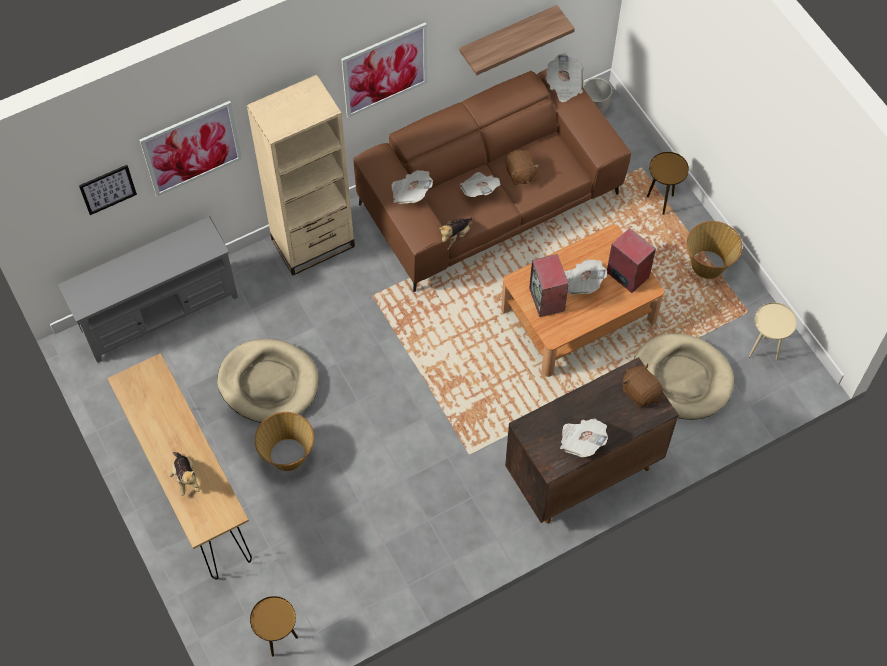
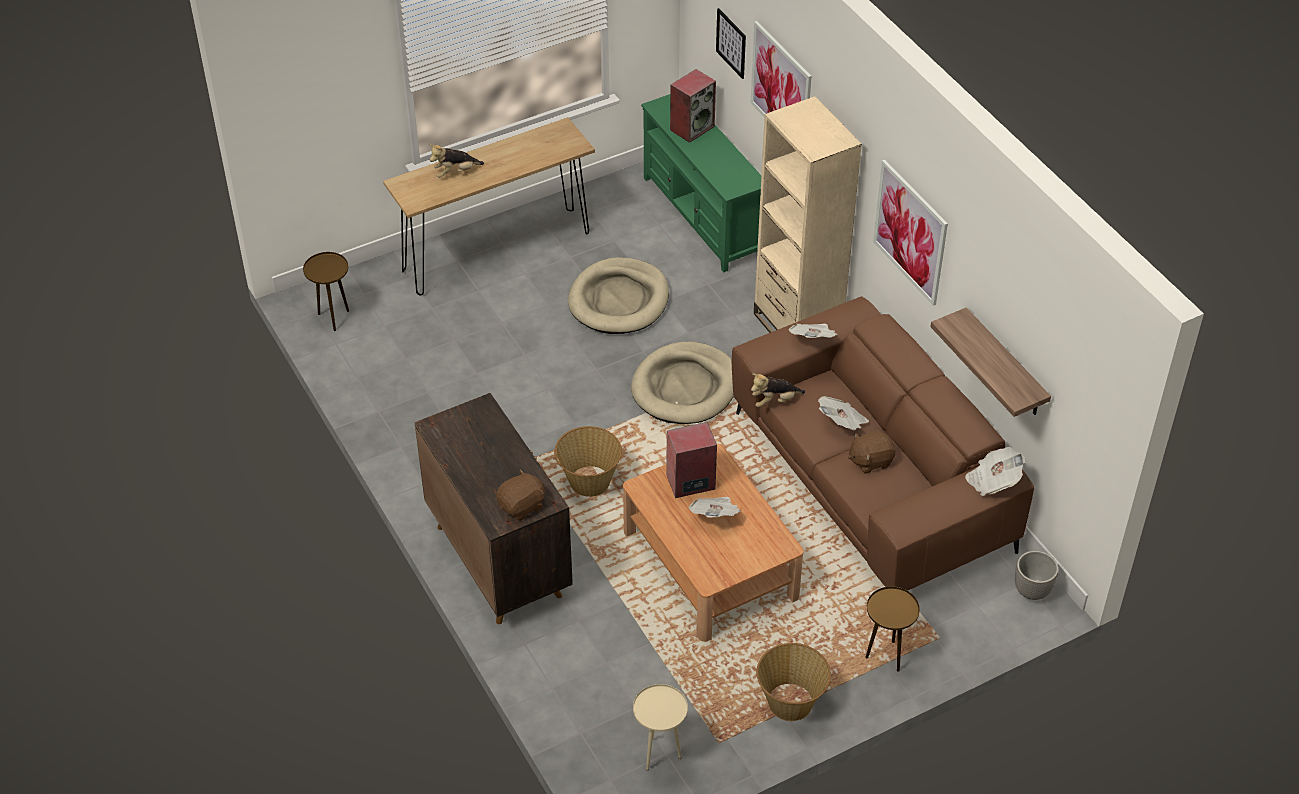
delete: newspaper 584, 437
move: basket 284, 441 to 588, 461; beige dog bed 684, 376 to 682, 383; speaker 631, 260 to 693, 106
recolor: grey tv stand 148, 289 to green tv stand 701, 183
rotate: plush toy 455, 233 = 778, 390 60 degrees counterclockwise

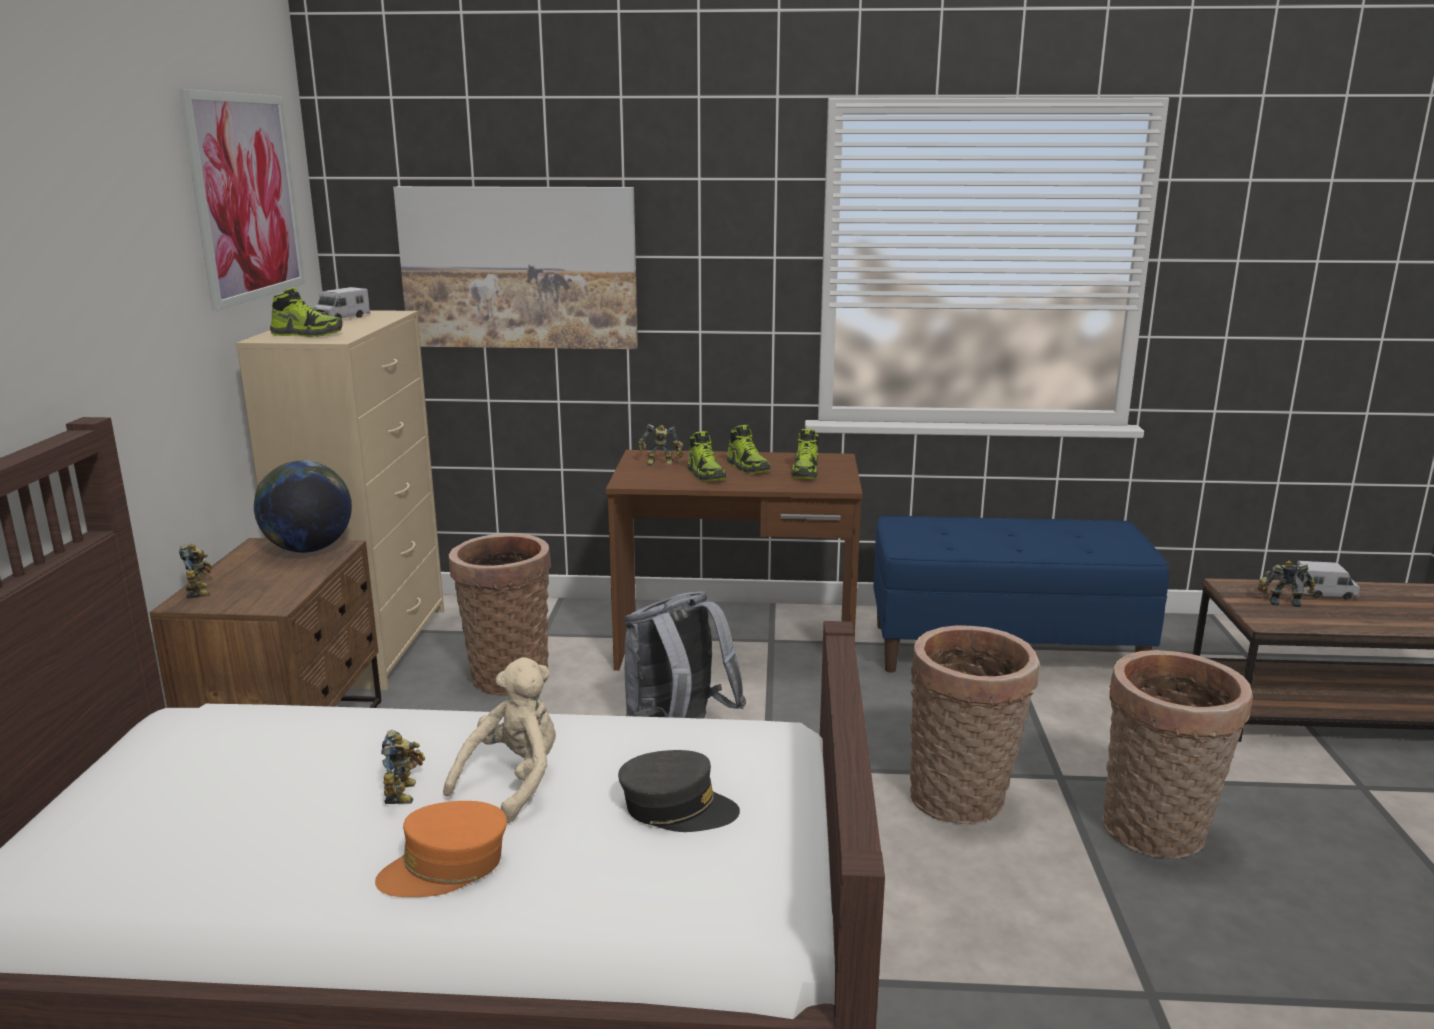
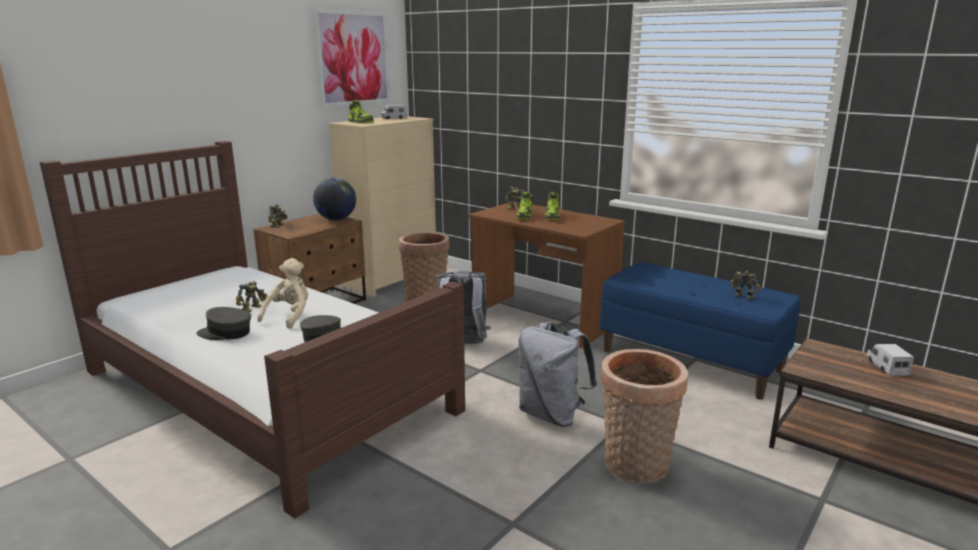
delete: picture 515, 267; shoe 805, 454
move: toy robot 1287, 584 to 745, 285
replace: basket 974, 724 to grey backpack 557, 374
recolor: orange cap 441, 849 to grey cap 224, 323
rotate: beige plush toy 499, 740 = 282, 293 45 degrees counterclockwise; toy truck 1327, 580 = 890, 360 135 degrees counterclockwise

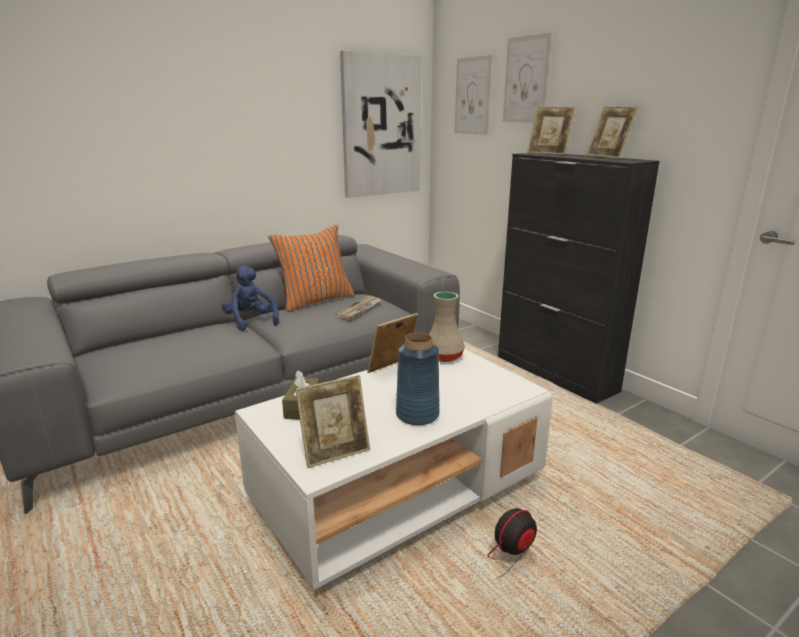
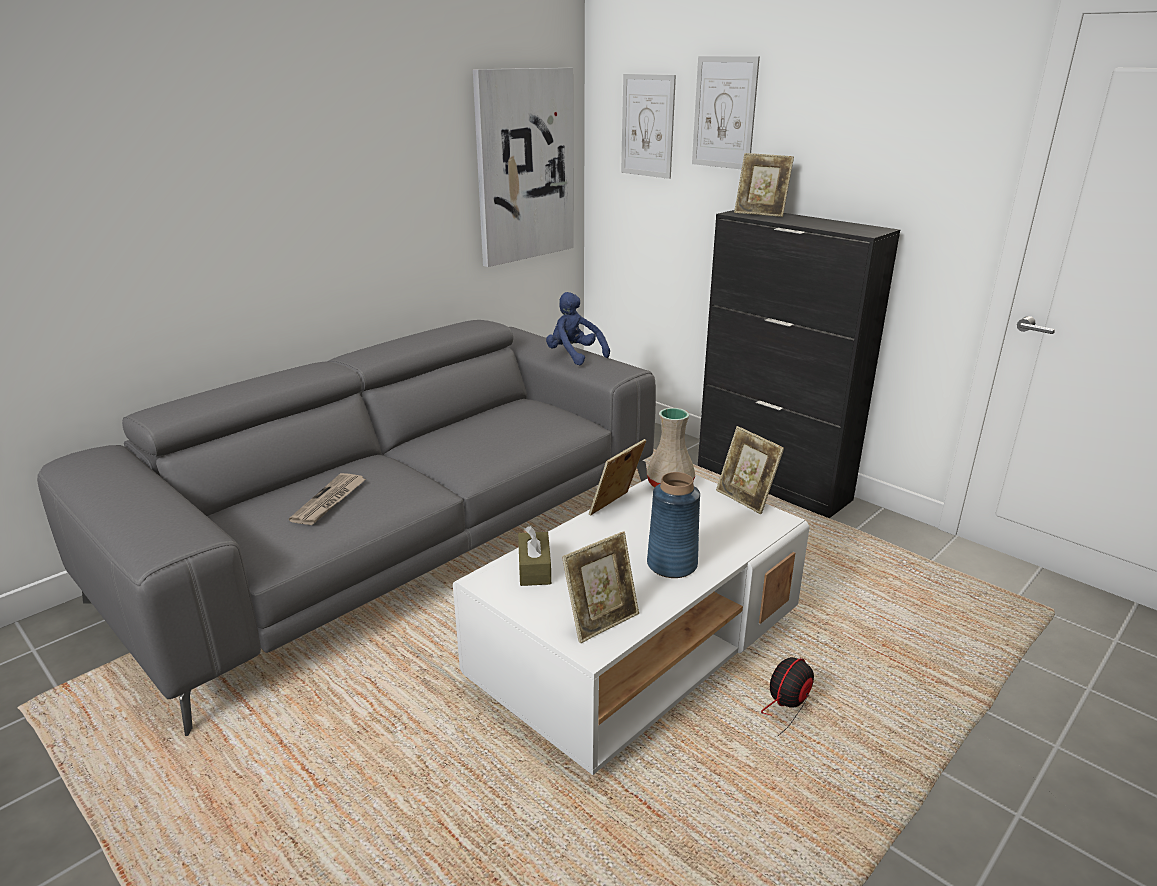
delete: orange pillow 311, 268
move: newspaper 358, 308 to 327, 499; blue plush toy 250, 298 to 578, 328; picture frame 612, 132 to 750, 470

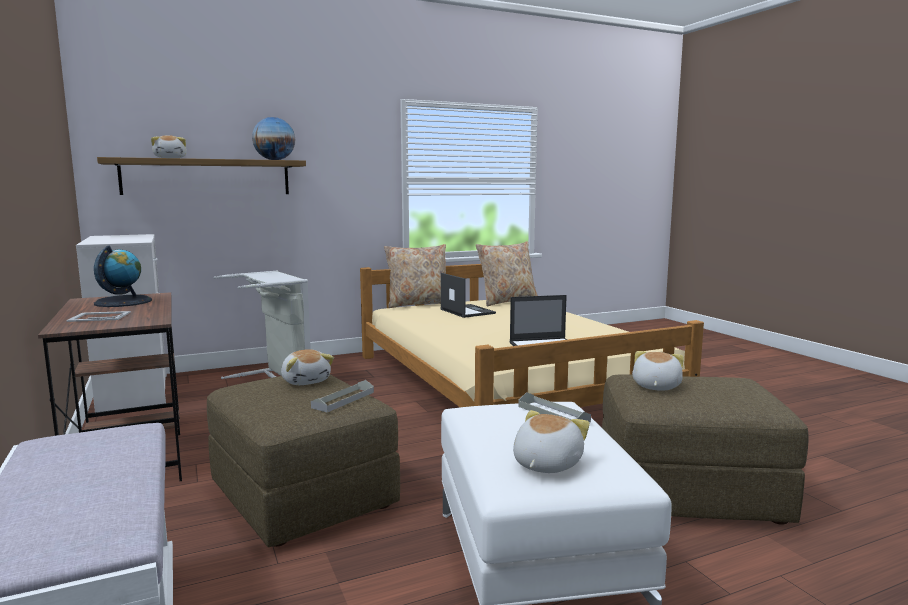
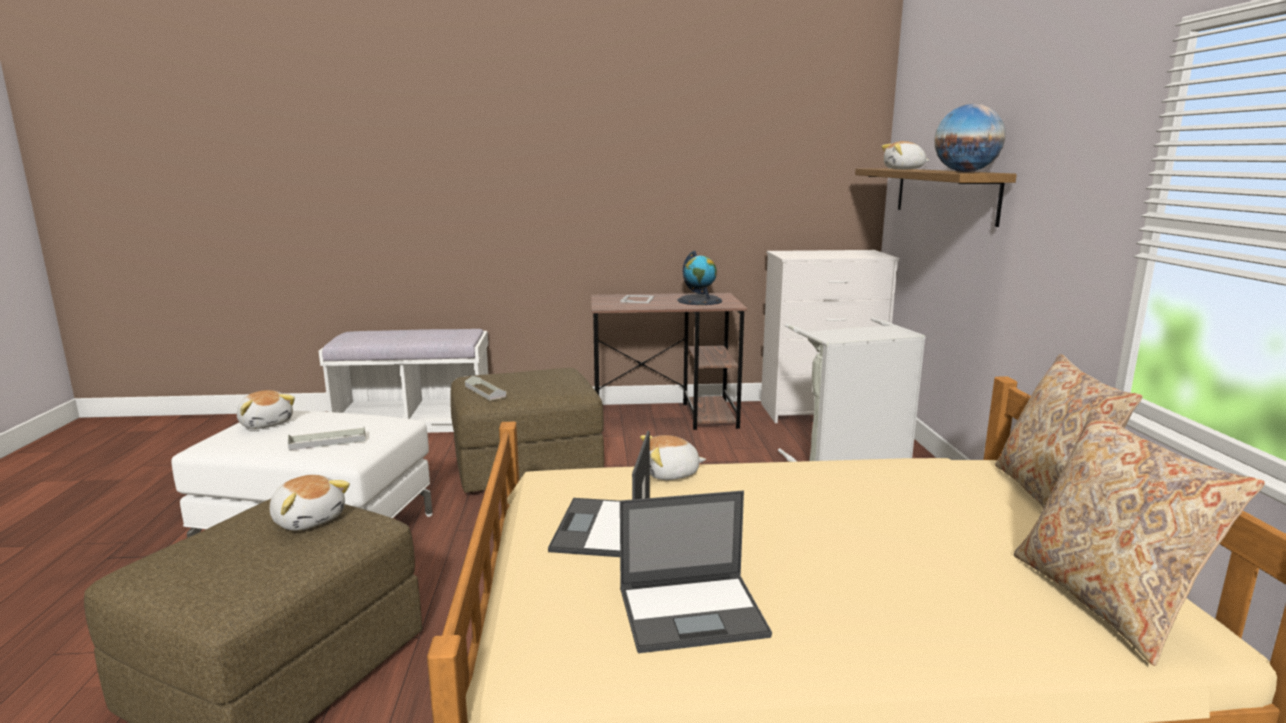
move: laptop 468, 295 to 696, 572; plush toy 307, 367 to 673, 457

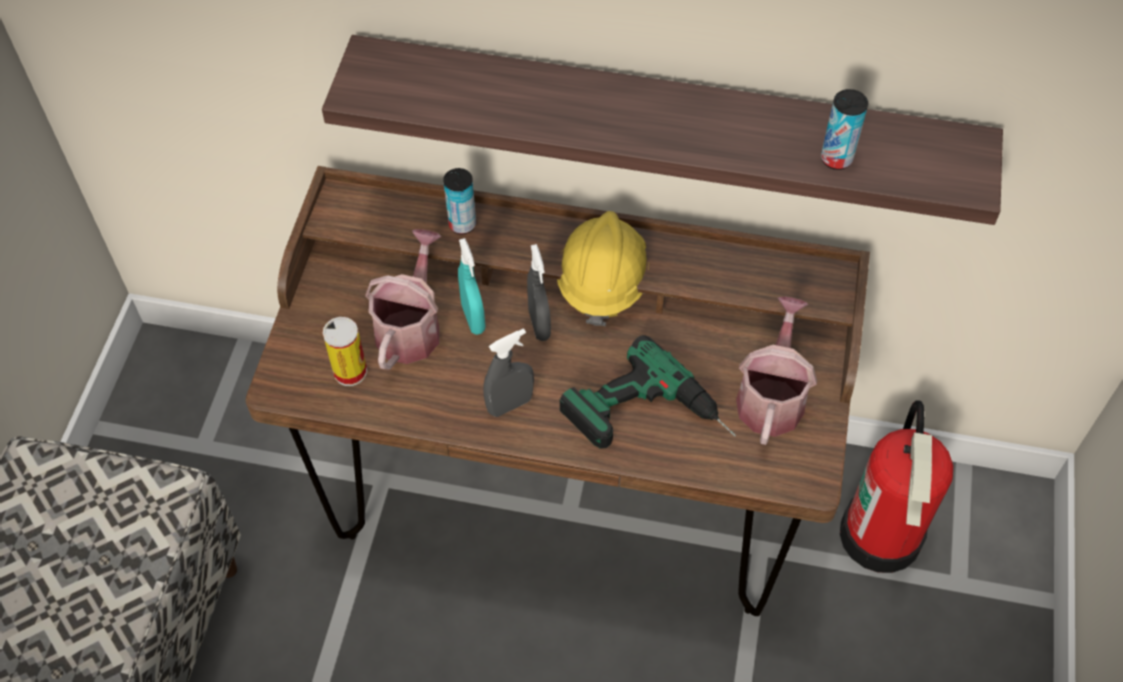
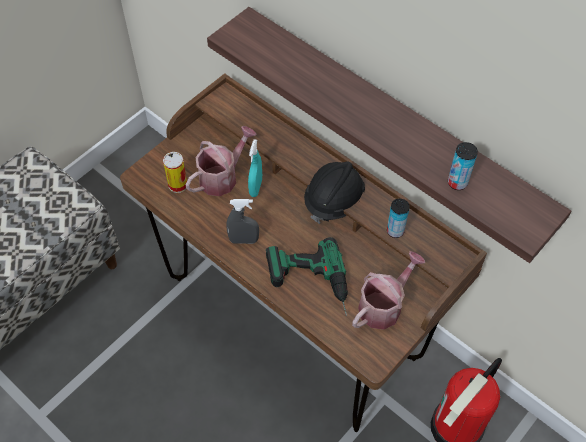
delete: grey spray bottle 539, 292
move: can 459, 201 to 398, 218
recolor: yellow hard hat 603, 268 to black hard hat 334, 192

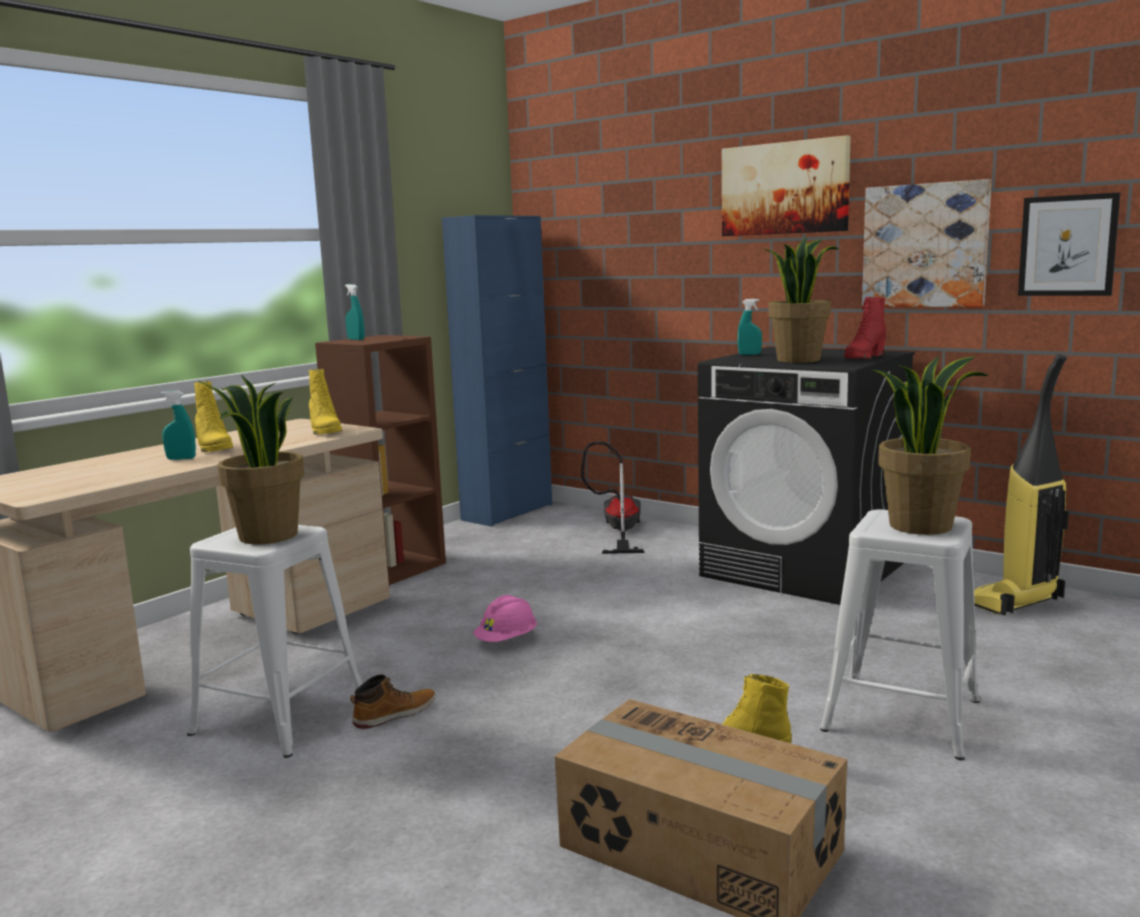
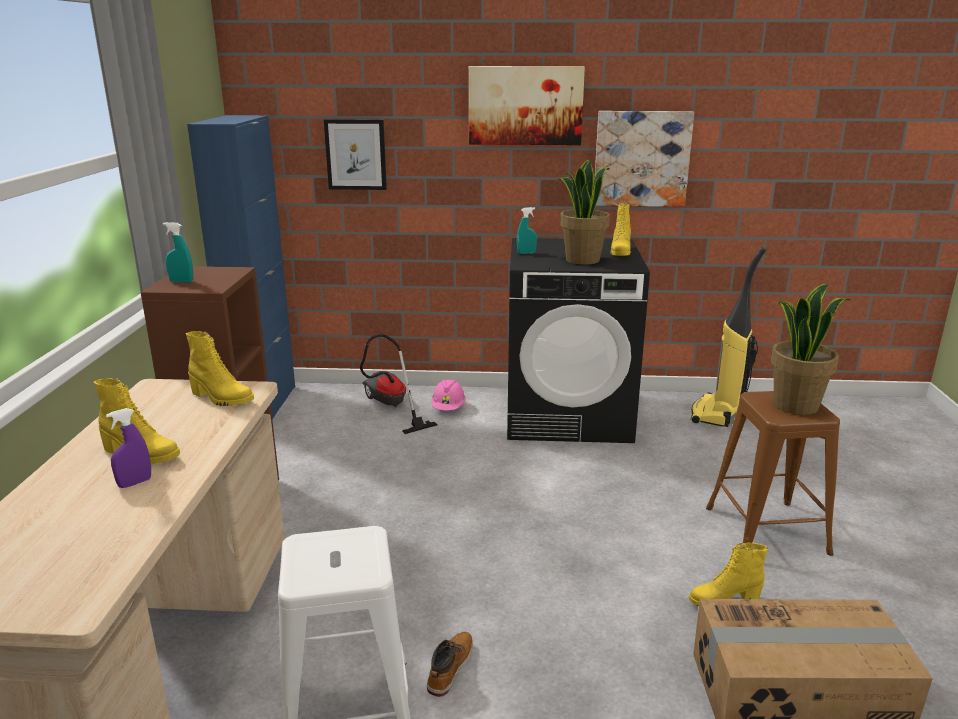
delete: potted plant 251, 459
move: picture 1069, 244 to 355, 154; pink hard hat 505, 618 to 449, 394
recolor: turquoise spray bottle 178, 425 to purple spray bottle 128, 448; red boot 865, 328 to yellow boot 621, 229; white stool 900, 634 to brown stool 773, 473

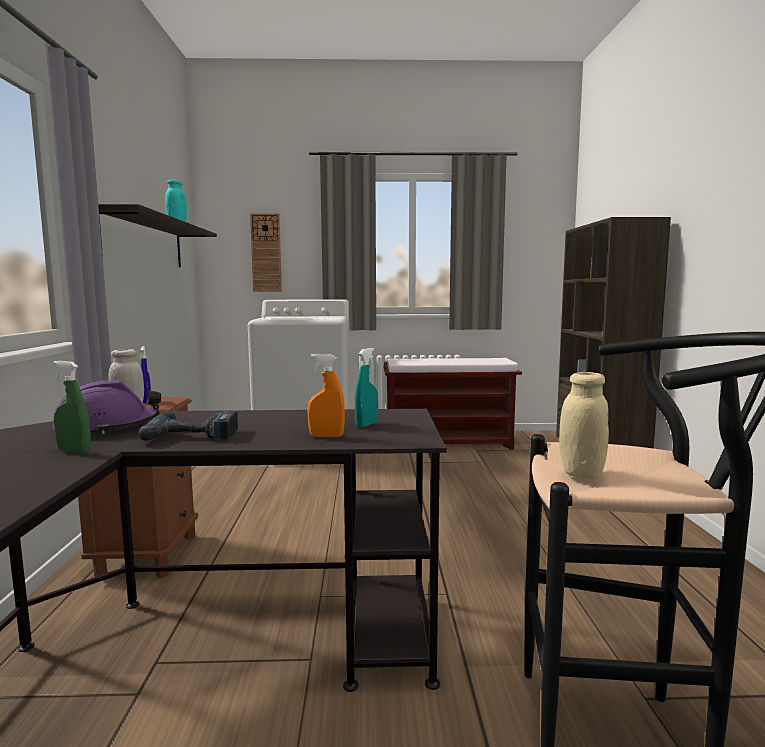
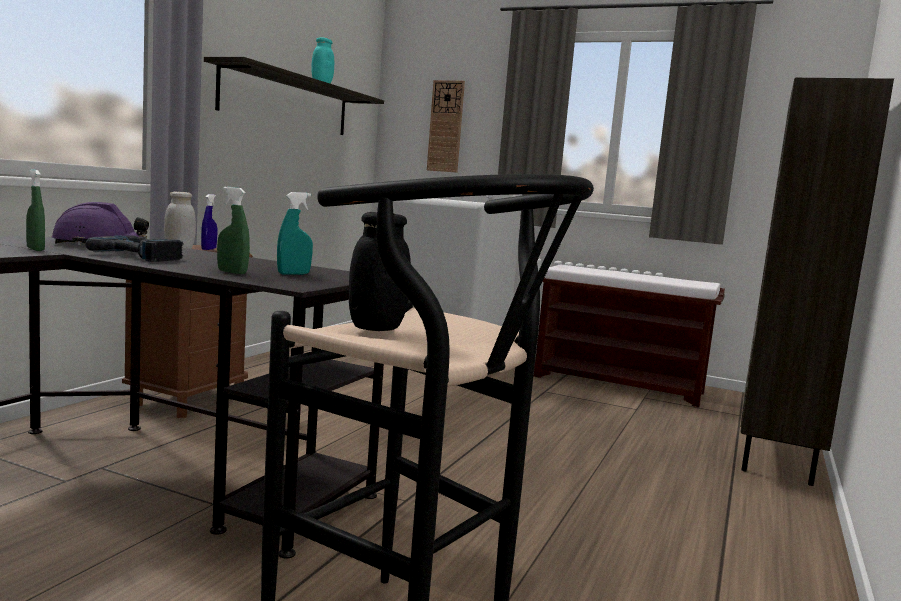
recolor: orange spray bottle 326, 395 to green spray bottle 233, 230; beige jar 584, 425 to black jar 380, 271

